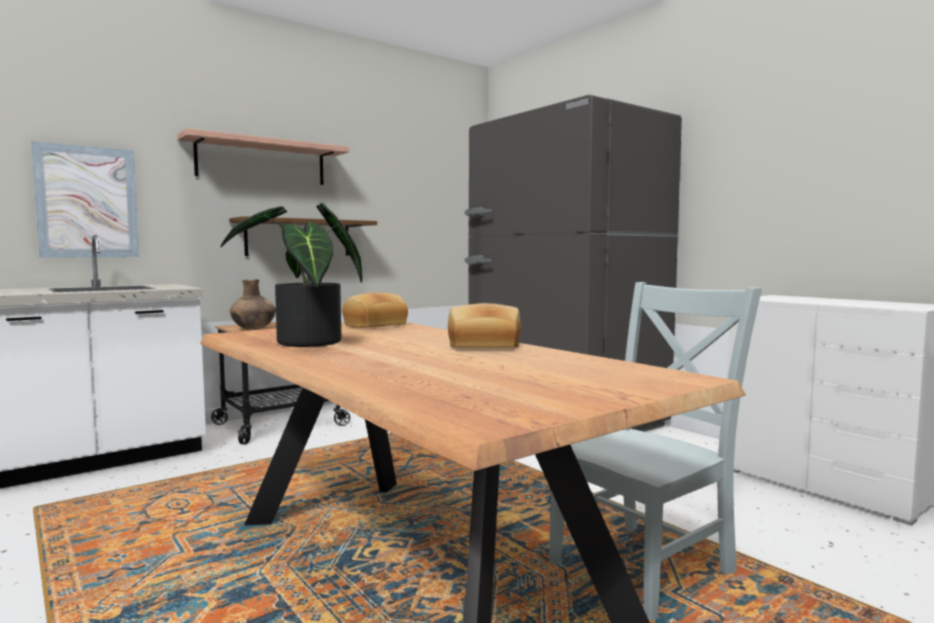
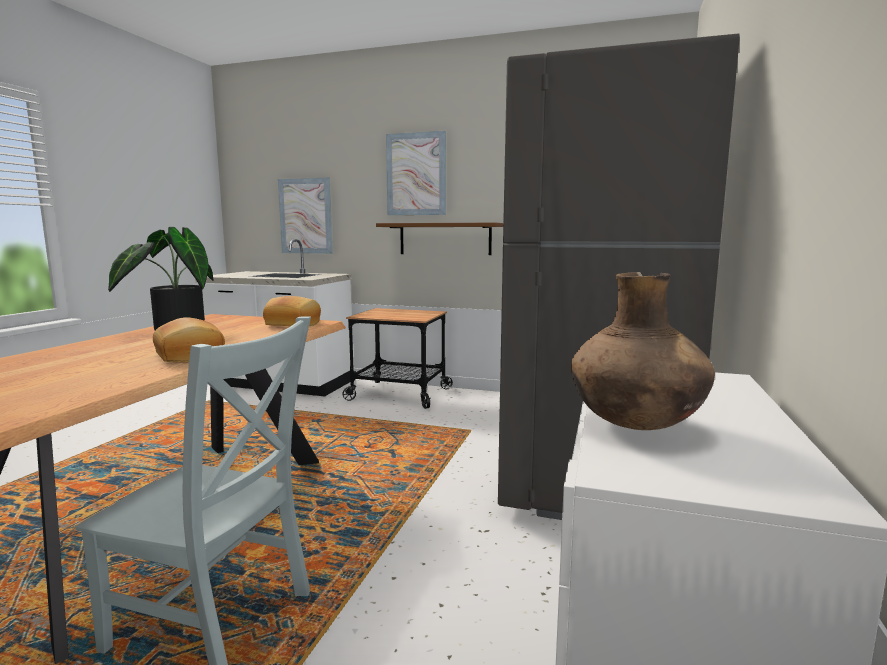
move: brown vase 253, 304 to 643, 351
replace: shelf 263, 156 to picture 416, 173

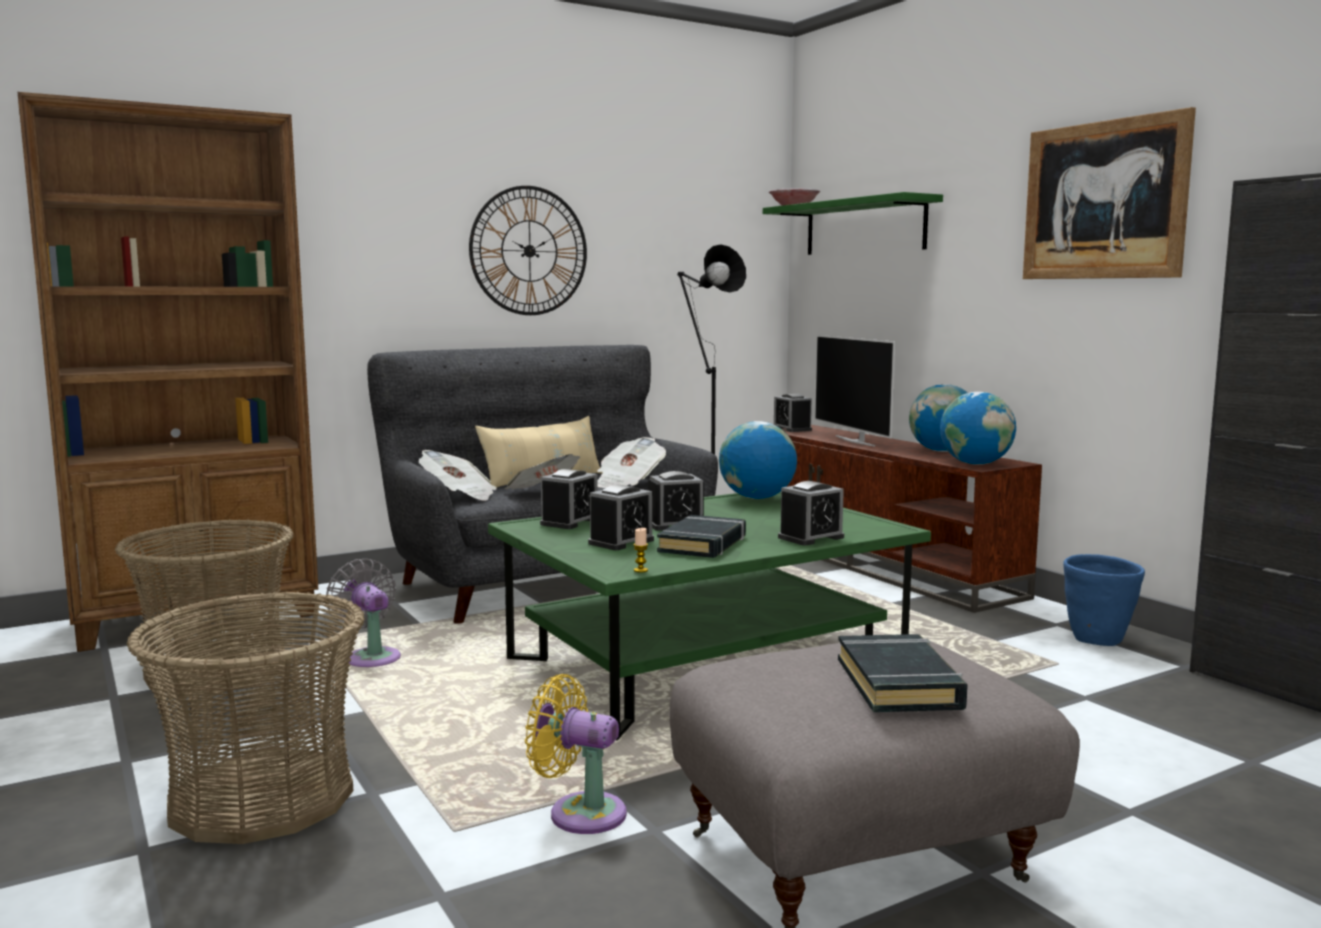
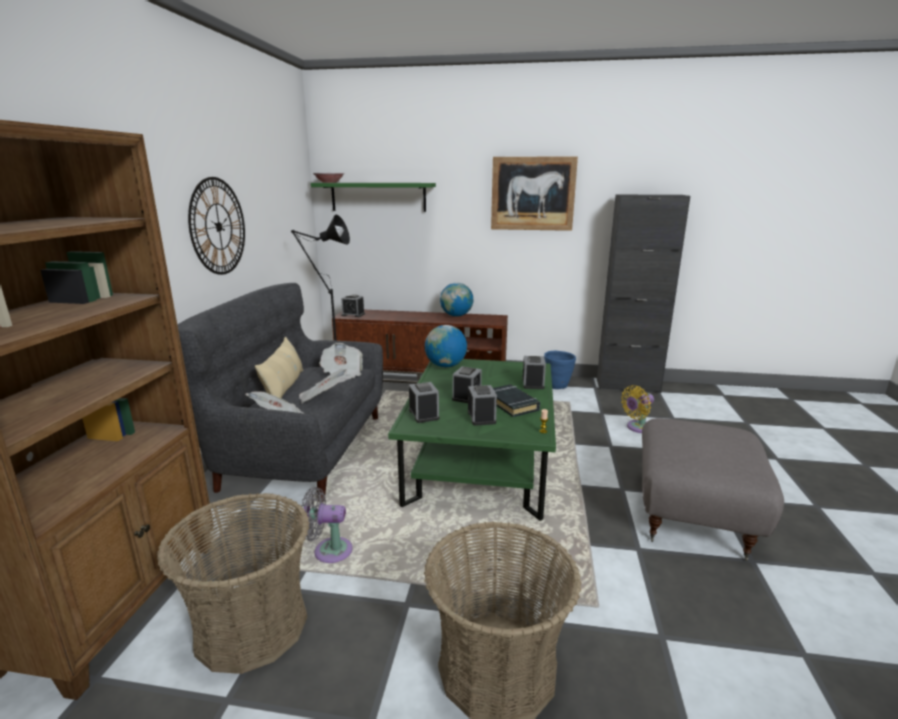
delete: television 855, 391; black book 903, 673; globe 978, 428
move: yellow fan 576, 754 to 637, 409

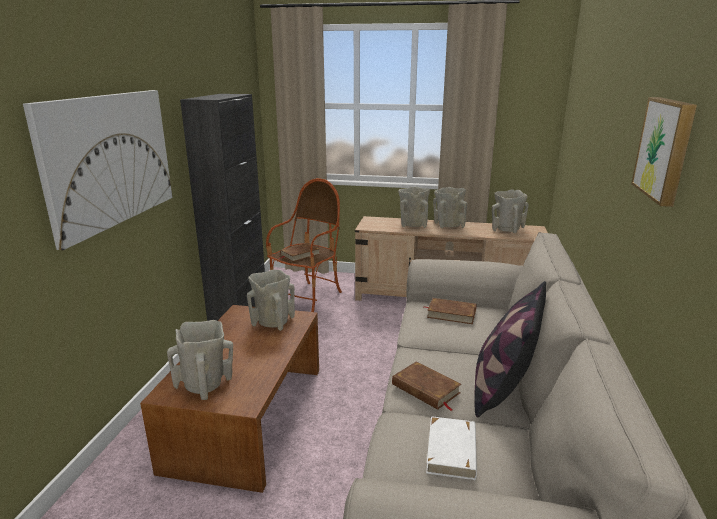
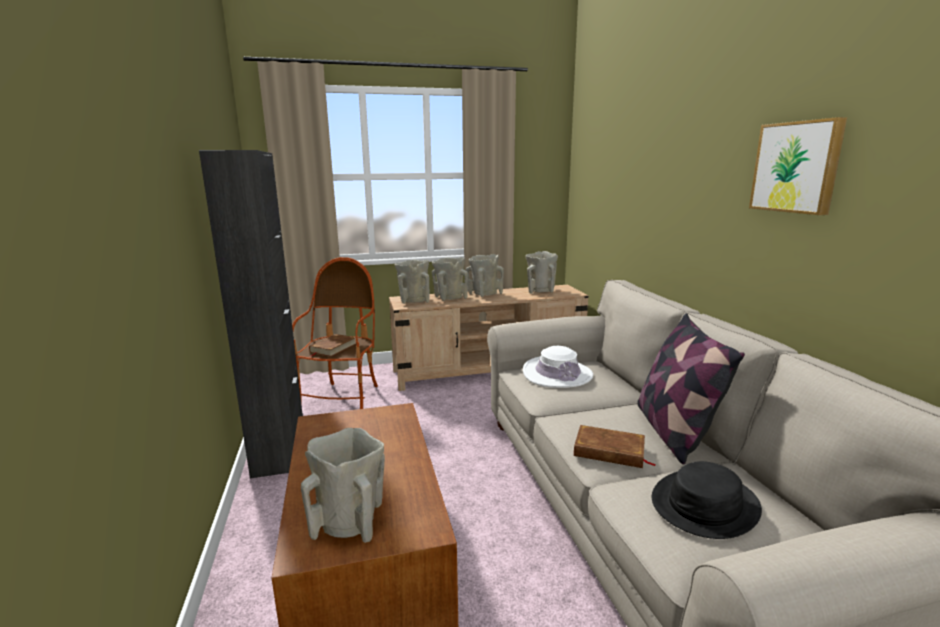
delete: picture 98, 170
move: beige vase 271, 300 to 412, 282
replace: brown book 450, 311 to white hat 558, 367; white book 451, 448 to black hat 707, 500

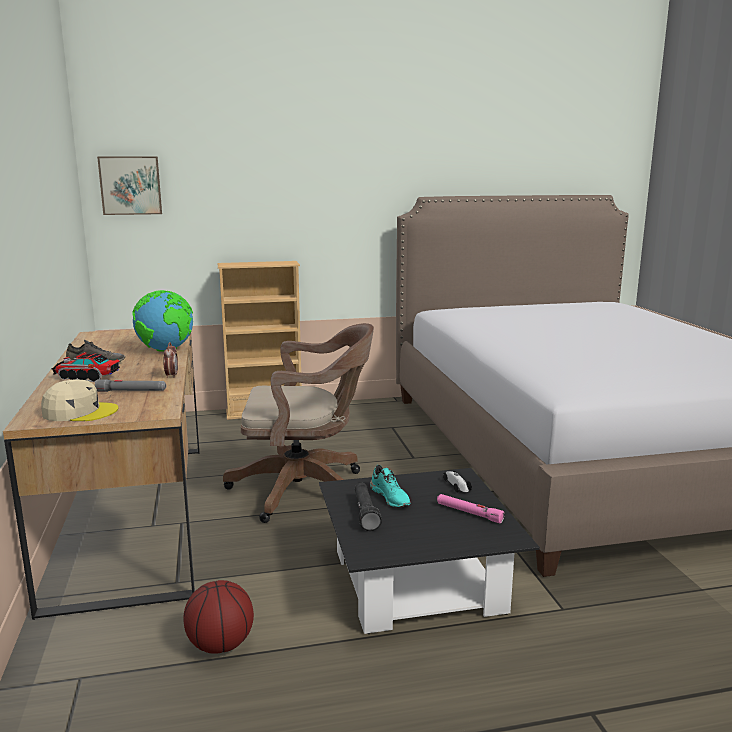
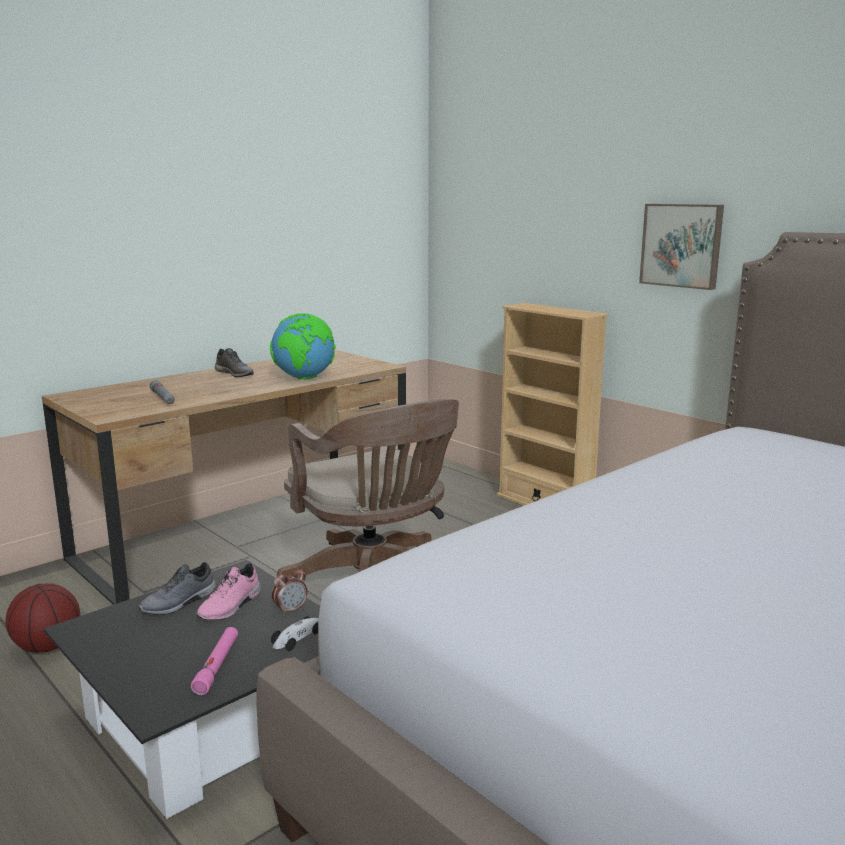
delete: beige cap 80, 400; toy truck 86, 367
move: alarm clock 170, 360 to 289, 590; picture 129, 185 to 681, 247
replace: black flashlight 368, 507 to grey shoe 177, 588
recolor: turquoise shoe 390, 486 to pink shoe 228, 591

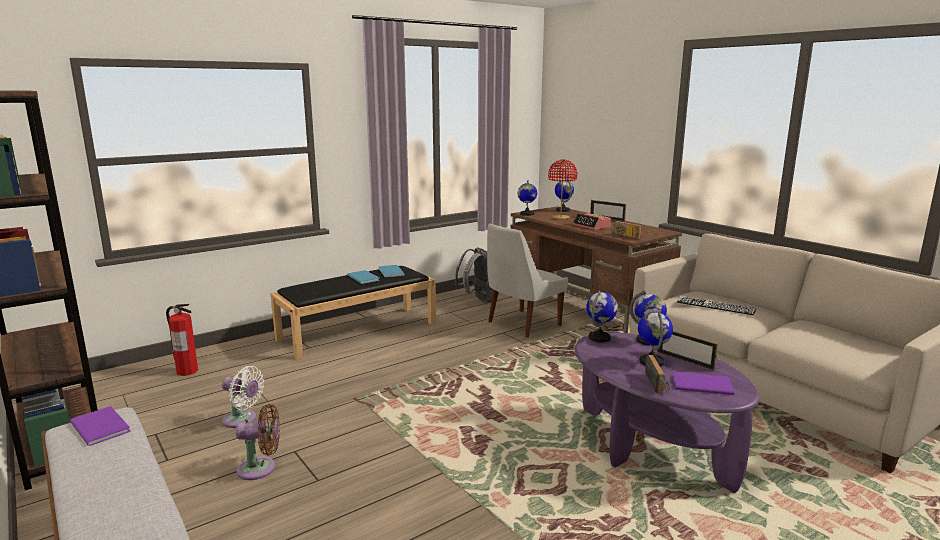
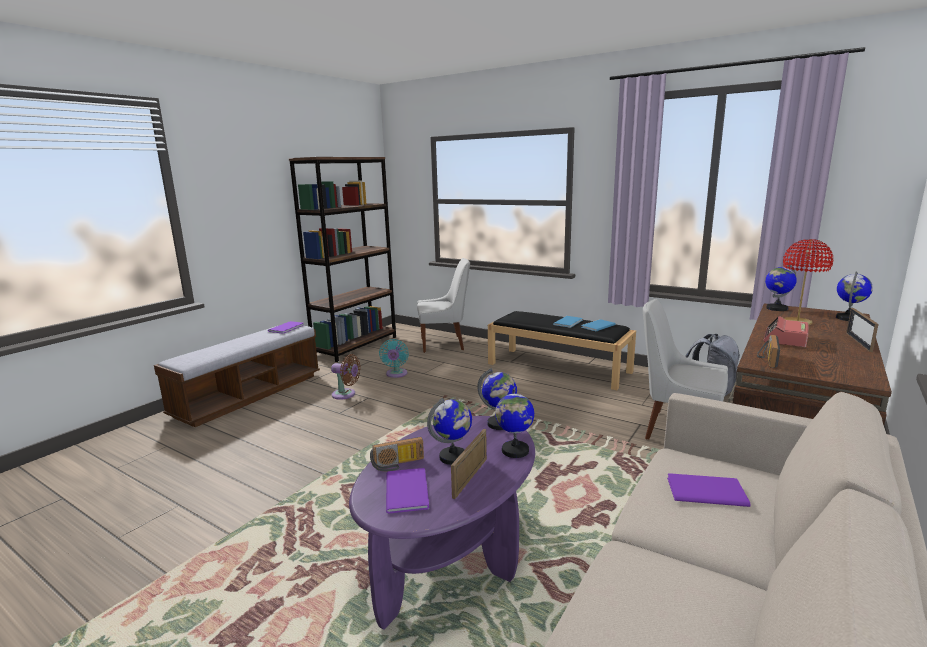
replace: fire extinguisher 182, 340 to white chair 443, 305; keyboard 716, 305 to purple book 708, 490
recolor: white fan 243, 397 to turquoise fan 394, 358
rotate: brown fan 258, 442 = 346, 377 45 degrees counterclockwise

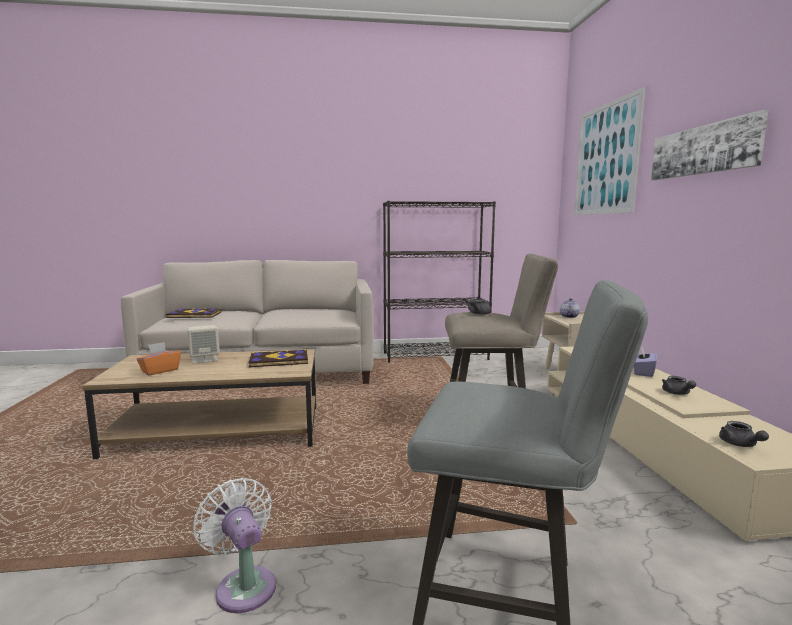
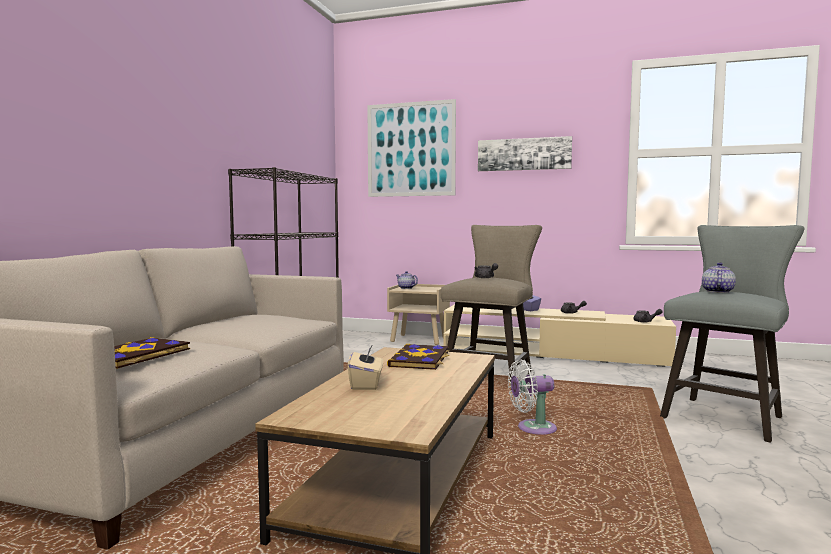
delete: orange tissue box 159, 358
insert: teapot 719, 277
move: white fan 234, 545 to 532, 397
replace: beige speaker 204, 344 to beige tissue box 365, 367

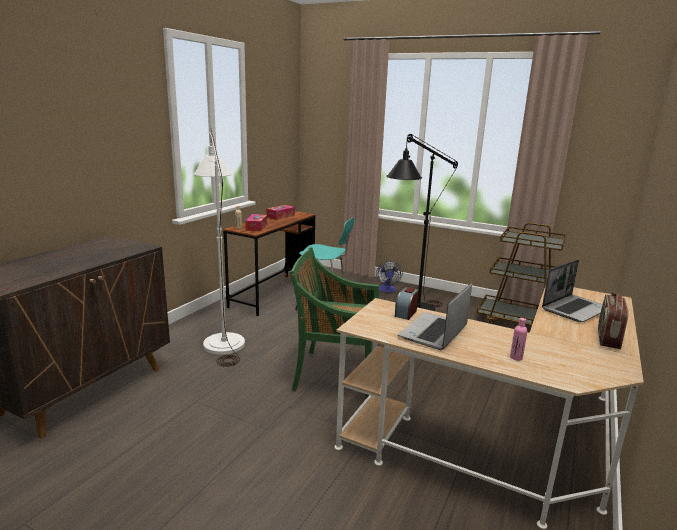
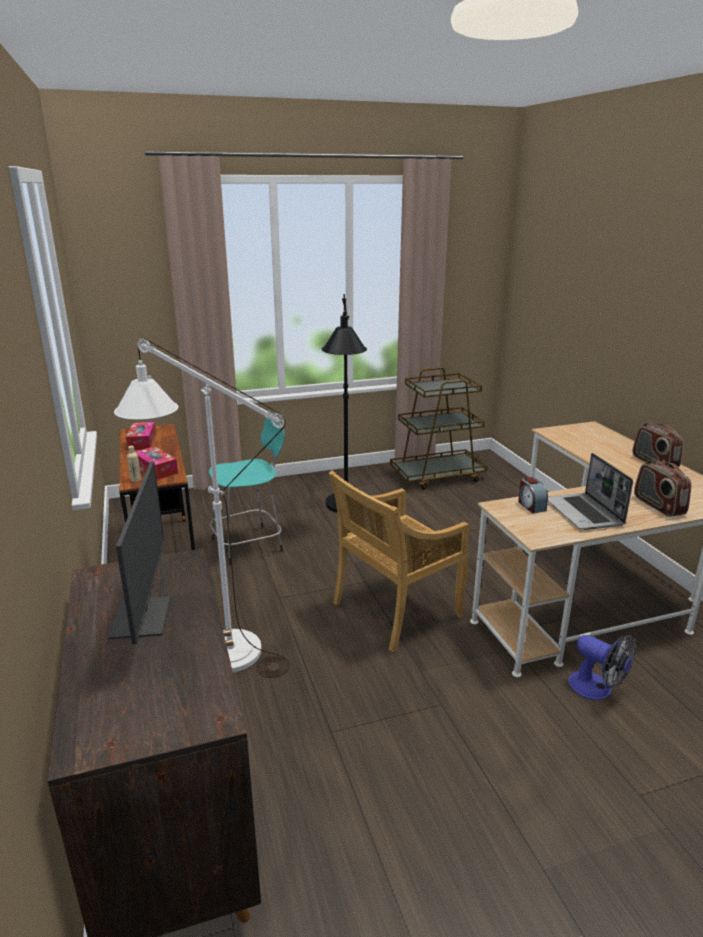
delete: laptop 572, 291
insert: monitor 139, 552
move: fan 389, 276 to 602, 667
replace: pink bottle 519, 339 to radio 662, 488
recolor: green chair 334, 322 to beige chair 399, 561

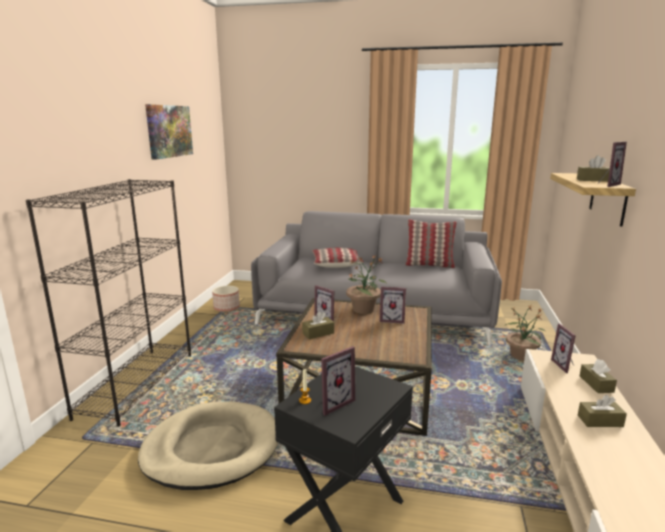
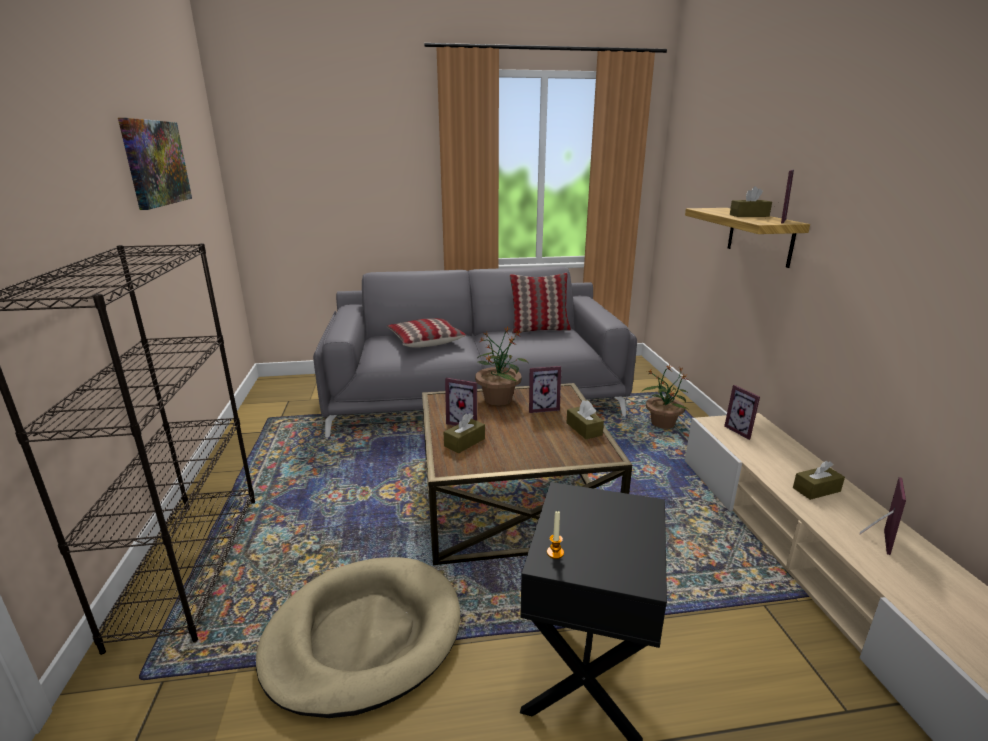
delete: planter 226, 299
move: brown tissue box 598, 376 to 585, 419; picture frame 338, 381 to 883, 516

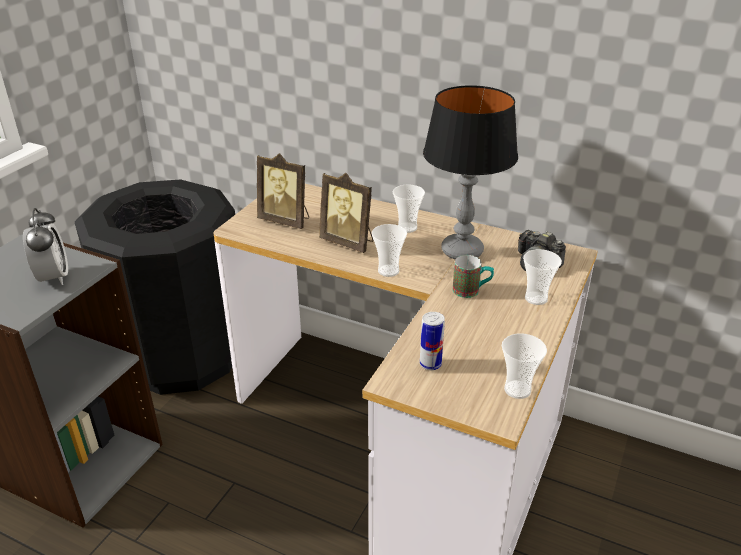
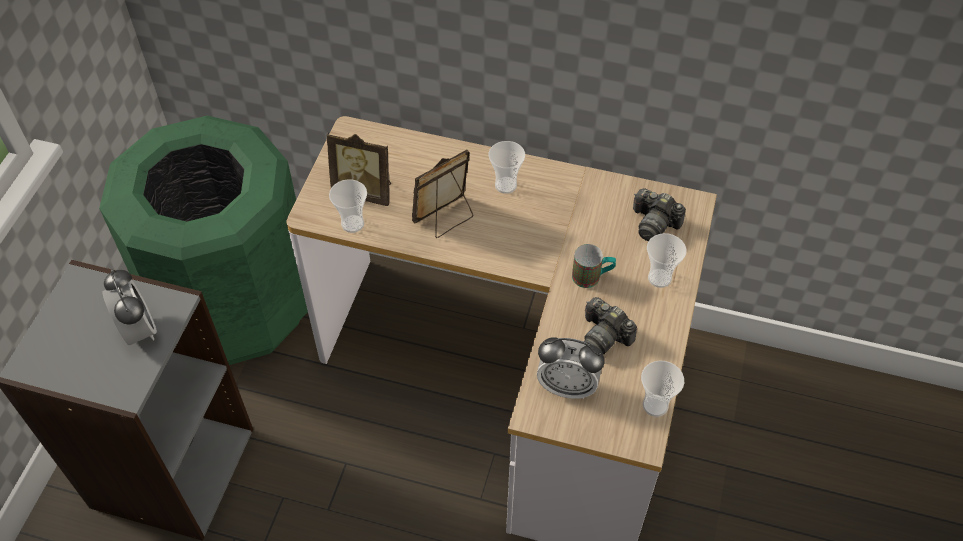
delete: table lamp 470, 172
insert: photo camera 610, 326
move: cup 389, 250 to 348, 206
replace: can 432, 341 to alarm clock 571, 368
recolor: black trash can 155, 287 to green trash can 203, 240
rotate: picture frame 346, 213 = 442, 193 120 degrees clockwise

